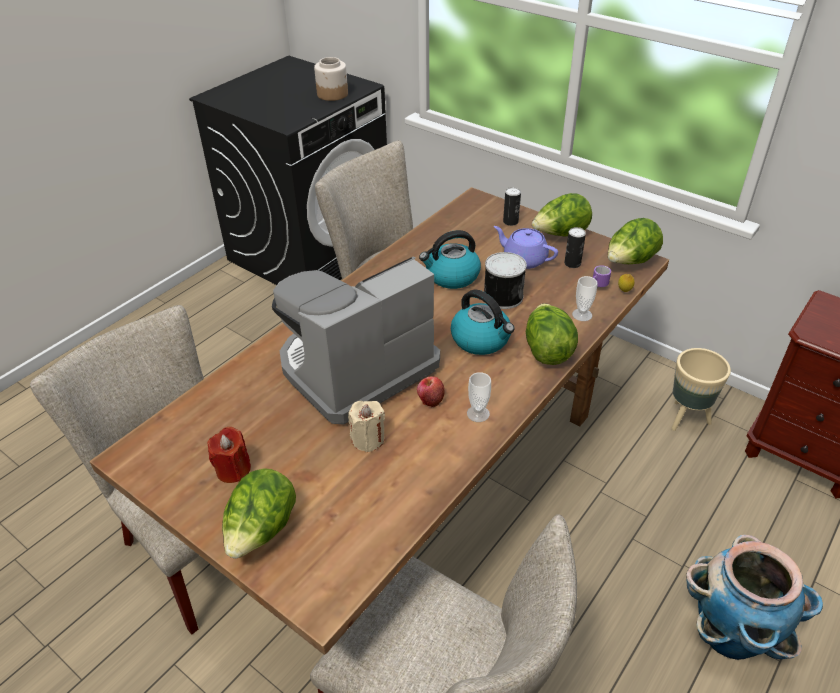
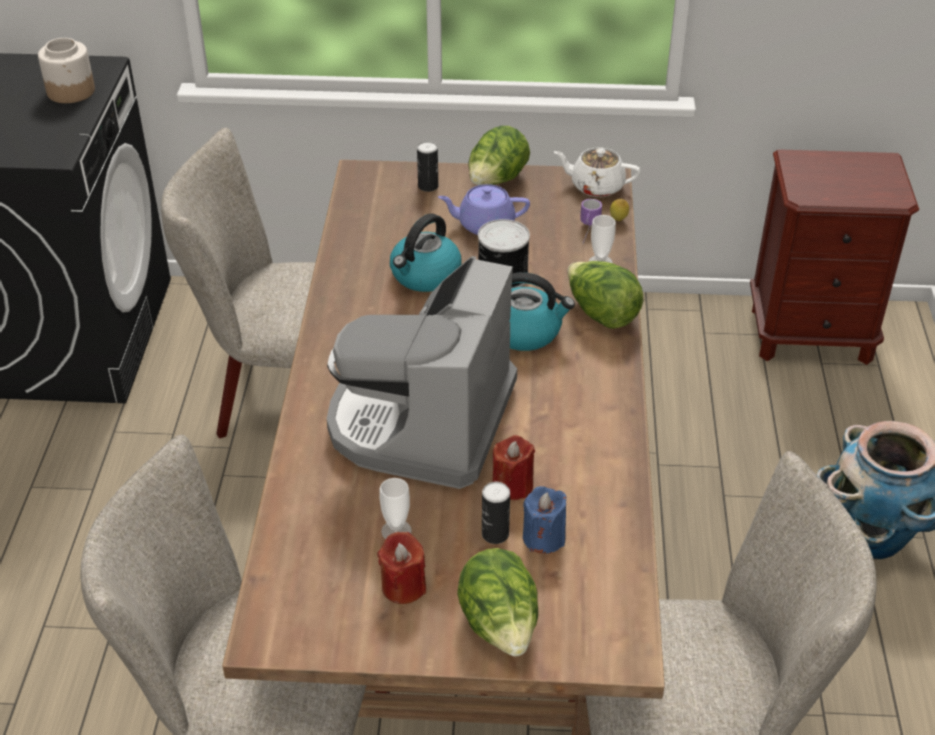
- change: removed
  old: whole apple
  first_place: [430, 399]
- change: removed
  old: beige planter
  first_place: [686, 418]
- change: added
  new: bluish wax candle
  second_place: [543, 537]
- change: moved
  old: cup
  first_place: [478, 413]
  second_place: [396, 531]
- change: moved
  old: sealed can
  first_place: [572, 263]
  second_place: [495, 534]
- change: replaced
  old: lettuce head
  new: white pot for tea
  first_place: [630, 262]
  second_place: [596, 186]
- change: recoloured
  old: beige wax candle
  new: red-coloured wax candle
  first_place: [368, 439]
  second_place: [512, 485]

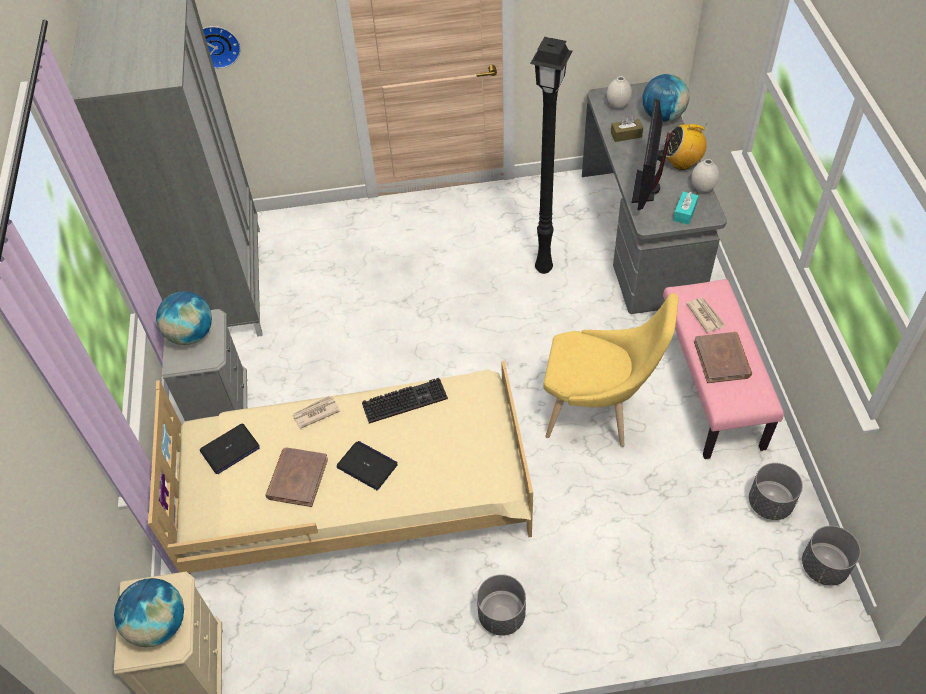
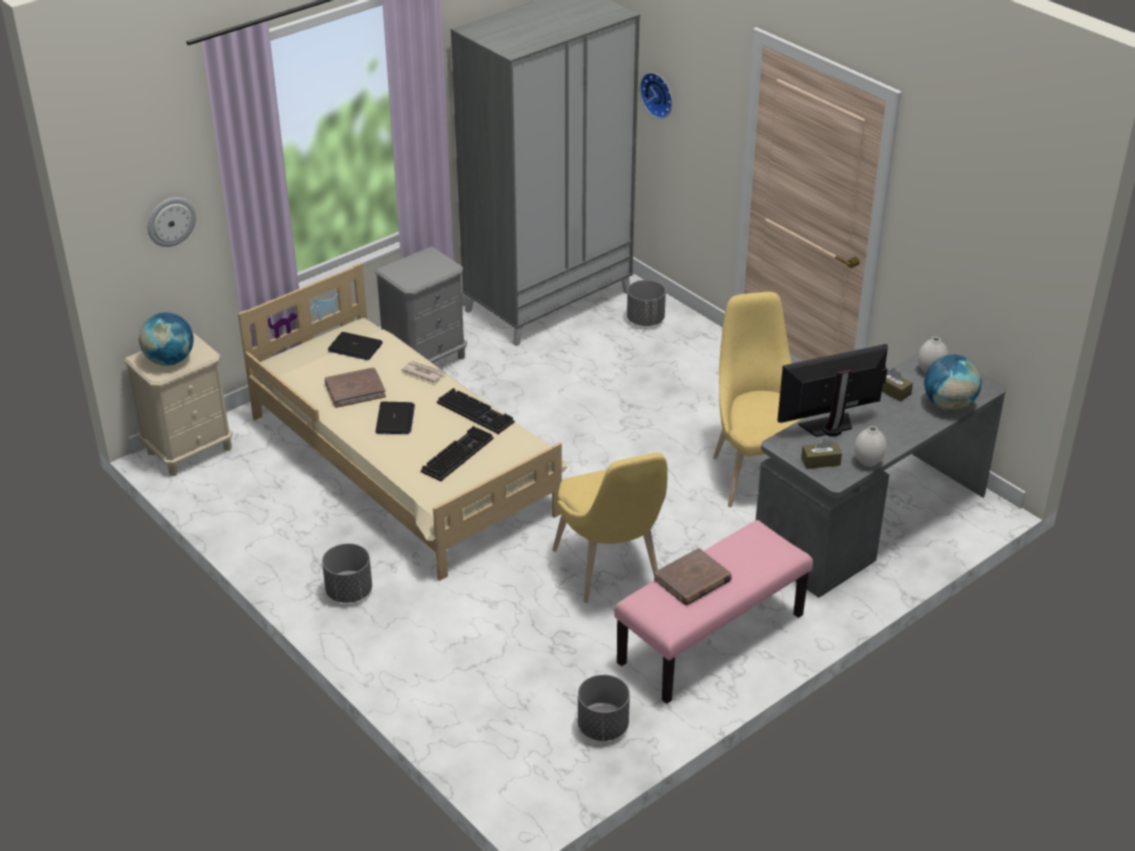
- change: removed
  old: globe
  first_place: [191, 334]
- change: removed
  old: radio receiver
  first_place: [682, 163]
- change: removed
  old: daily paper
  first_place: [705, 315]
- change: added
  new: clock on the wall
  second_place: [170, 221]
- change: added
  new: computer keyboard
  second_place: [457, 454]
- change: moved
  old: greyish planter
  first_place: [823, 566]
  second_place: [645, 320]
- change: replaced
  old: black-coloured floor lamp
  new: yellow chair
  first_place: [543, 267]
  second_place: [757, 472]
- change: recoloured
  old: turquoise tissue holder
  new: brownish tissue holder
  first_place: [684, 212]
  second_place: [820, 461]

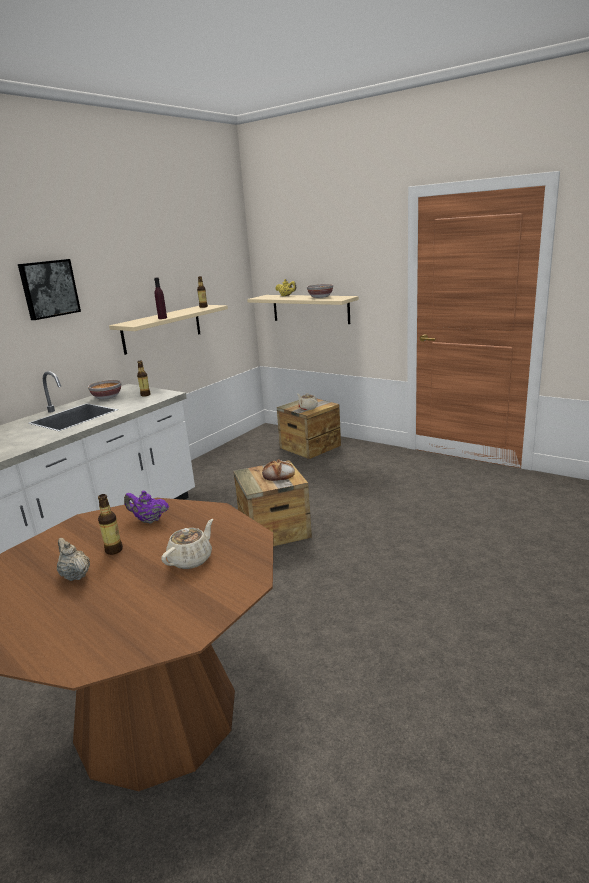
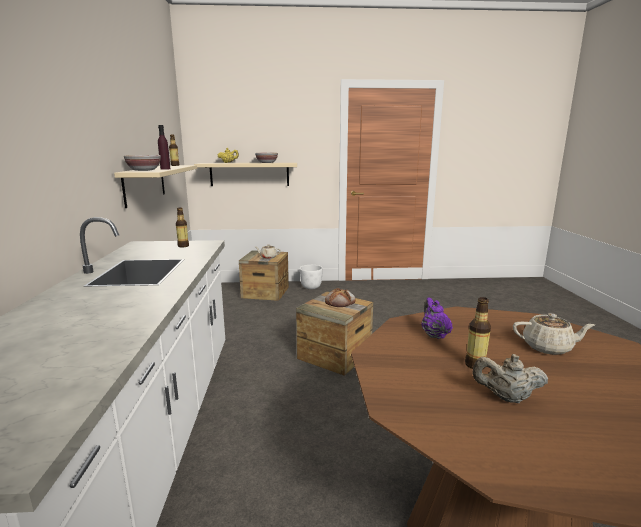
- change: removed
  old: wall art
  first_place: [48, 289]
- change: added
  new: white planter
  second_place: [311, 287]
- change: moved
  old: deep dish
  first_place: [107, 397]
  second_place: [144, 170]
- change: turned
  old: purplish pot for tea
  first_place: [148, 520]
  second_place: [434, 334]
  degrees: 105
- change: turned
  old: beige pot for tea
  first_place: [191, 559]
  second_place: [548, 347]
  degrees: 105

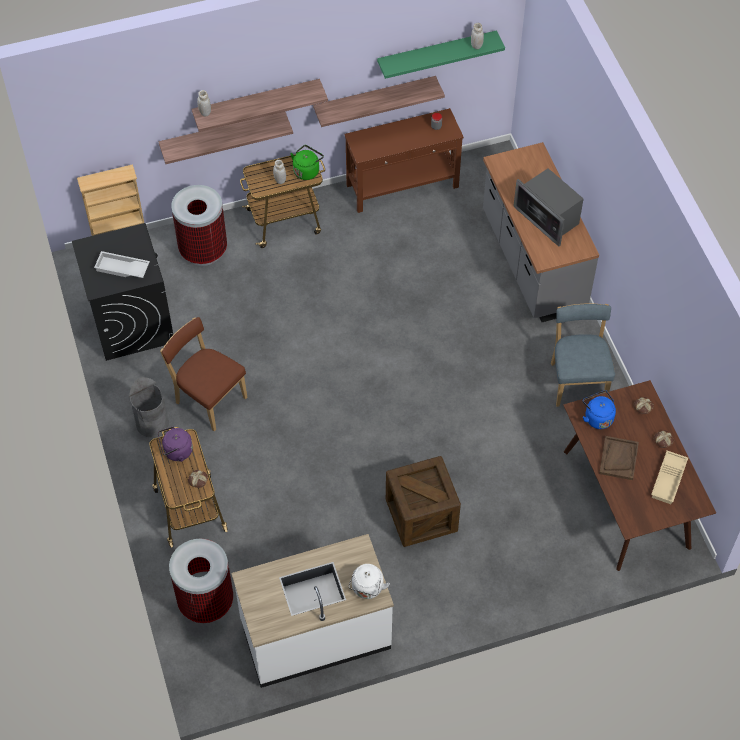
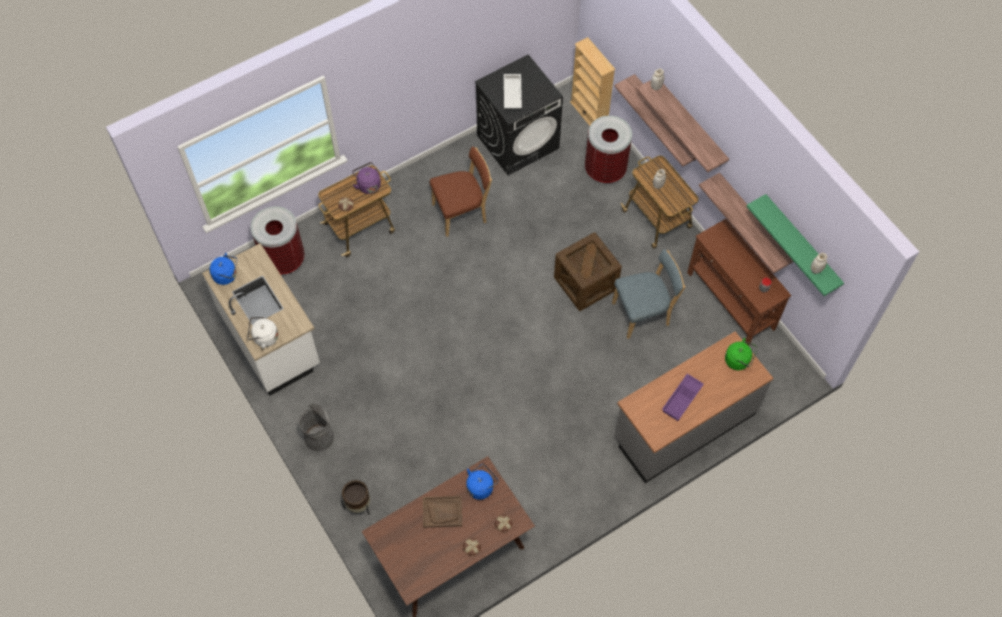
- change: removed
  old: beige tray
  first_place: [669, 480]
- change: added
  new: bluish tea kettle
  second_place: [227, 275]
- change: added
  new: brownish planter
  second_place: [358, 505]
- change: moved
  old: greyish trash can
  first_place: [152, 423]
  second_place: [319, 437]
- change: moved
  old: greenish tea kettle
  first_place: [307, 170]
  second_place: [738, 361]
- change: moved
  old: packing crate
  first_place: [421, 515]
  second_place: [585, 283]
- change: moved
  old: bluish chair
  first_place: [577, 380]
  second_place: [643, 313]
- change: replaced
  old: microwave
  new: purplish tray
  first_place: [548, 217]
  second_place: [682, 399]
- change: turned
  old: brownish chair
  first_place: [208, 398]
  second_place: [462, 213]
  degrees: 45

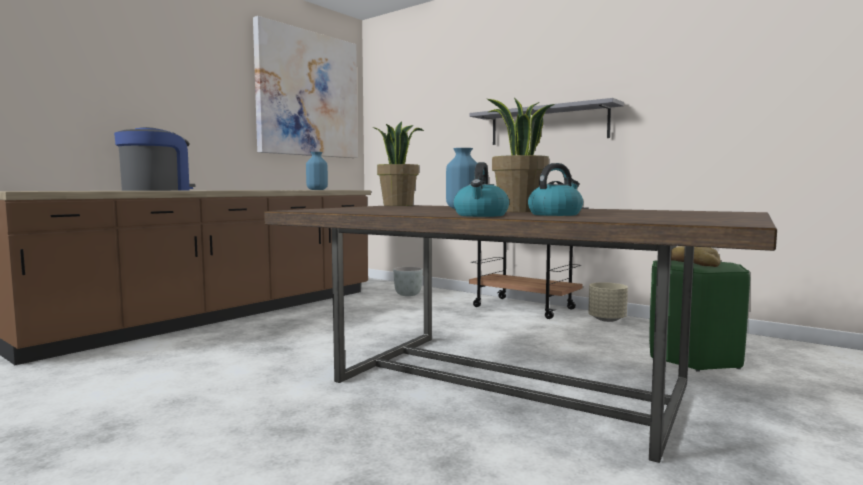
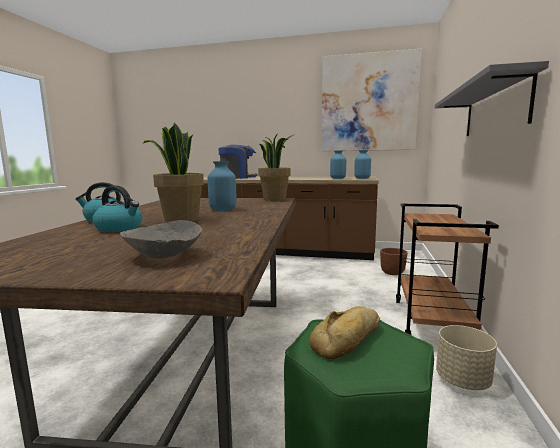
- change: added
  new: greyish deep dish
  second_place: [165, 256]
- change: added
  new: bluish vase
  second_place: [362, 178]
- change: recoloured
  old: greyish planter
  new: brownish planter
  first_place: [408, 294]
  second_place: [392, 273]

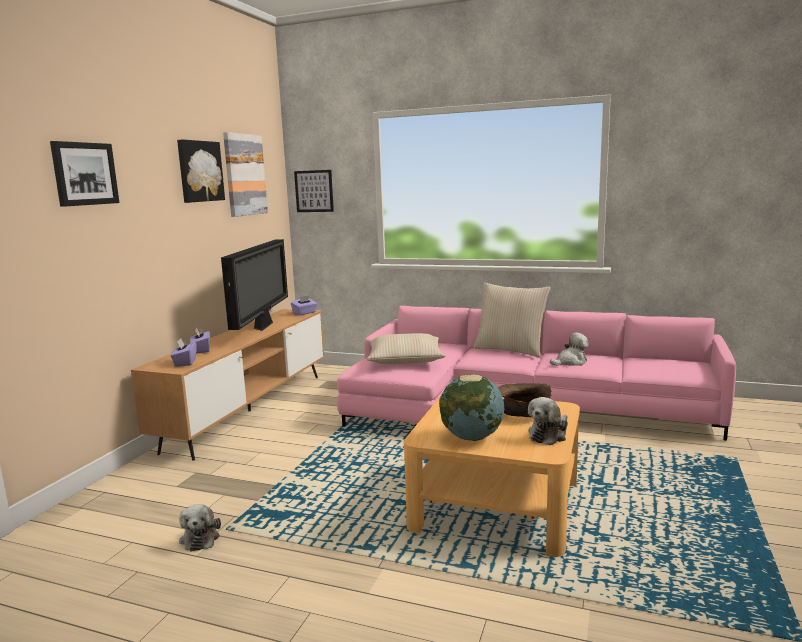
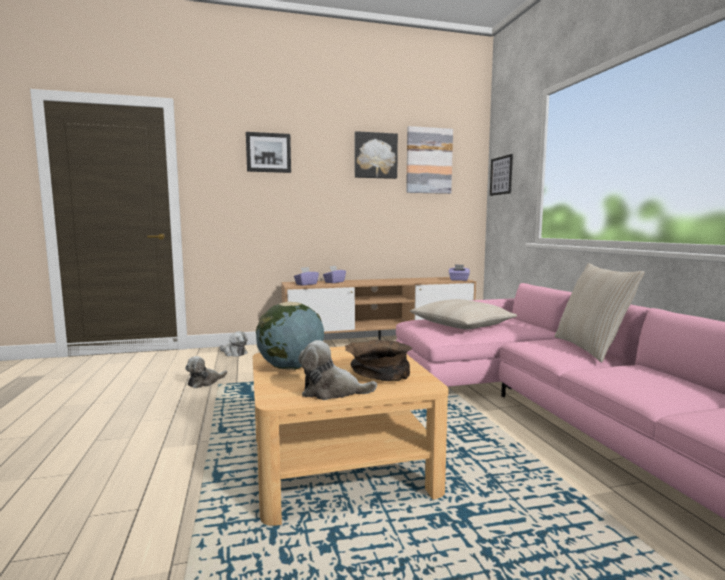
- change: removed
  old: TV
  first_place: [264, 326]
- change: moved
  old: plush toy
  first_place: [570, 362]
  second_place: [234, 353]

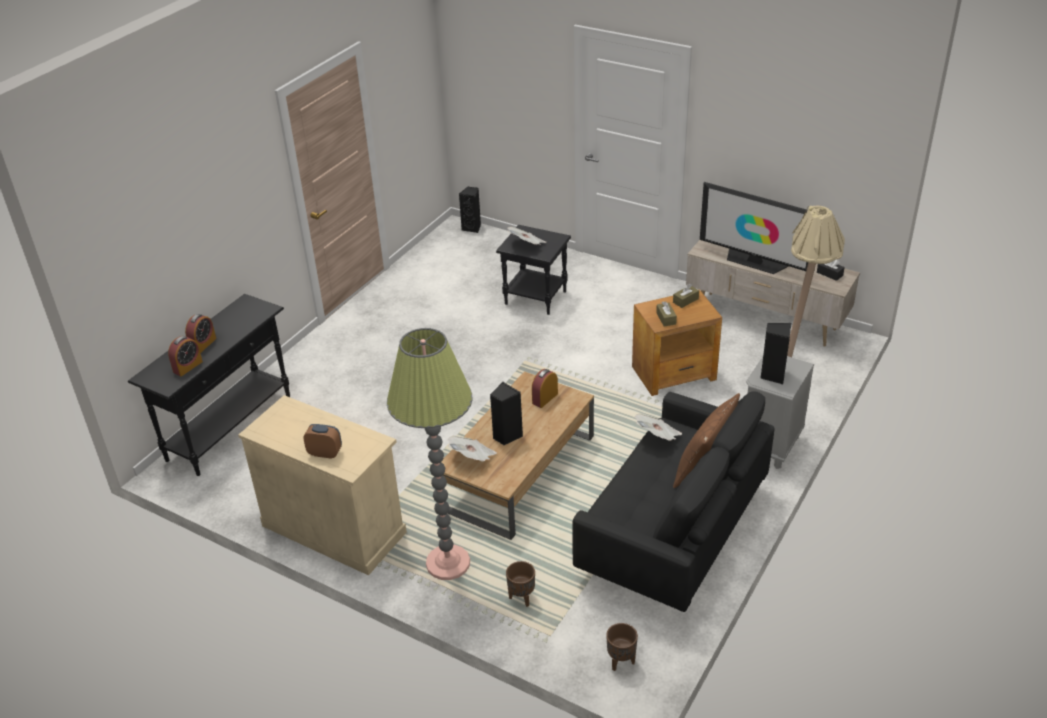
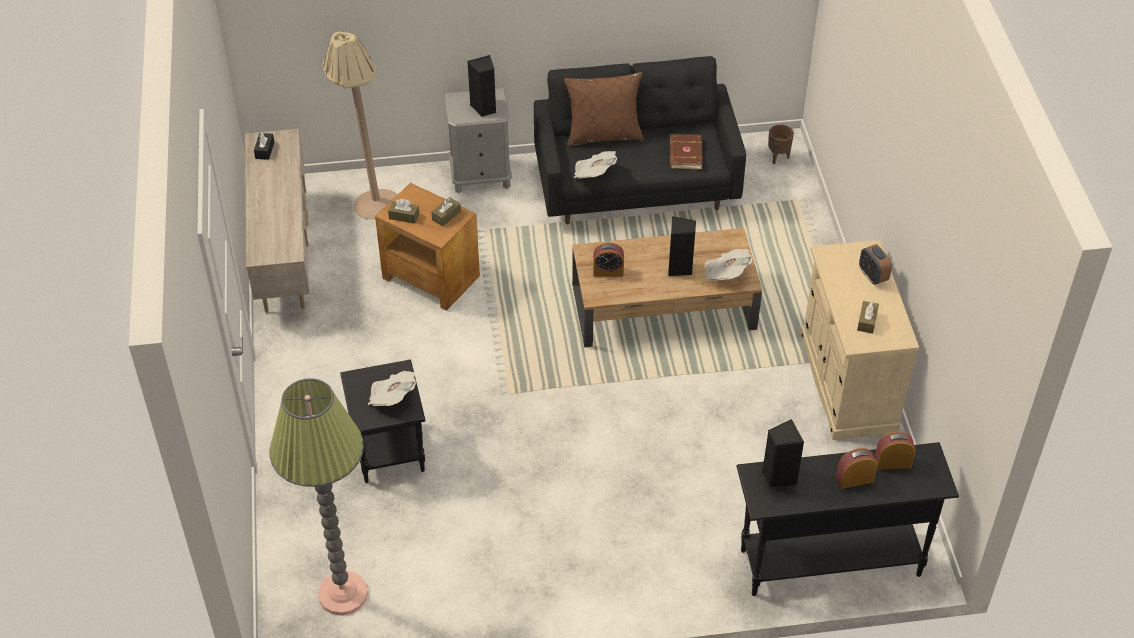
- change: removed
  old: brownish planter
  first_place: [522, 598]
- change: removed
  old: TV
  first_place: [754, 262]
- change: added
  new: brownish book
  second_place: [684, 154]
- change: added
  new: brownish tissue holder
  second_place: [867, 321]
- change: moved
  old: floor lamp
  first_place: [448, 563]
  second_place: [343, 594]
- change: moved
  old: black-coloured loudspeaker
  first_place: [472, 228]
  second_place: [778, 477]

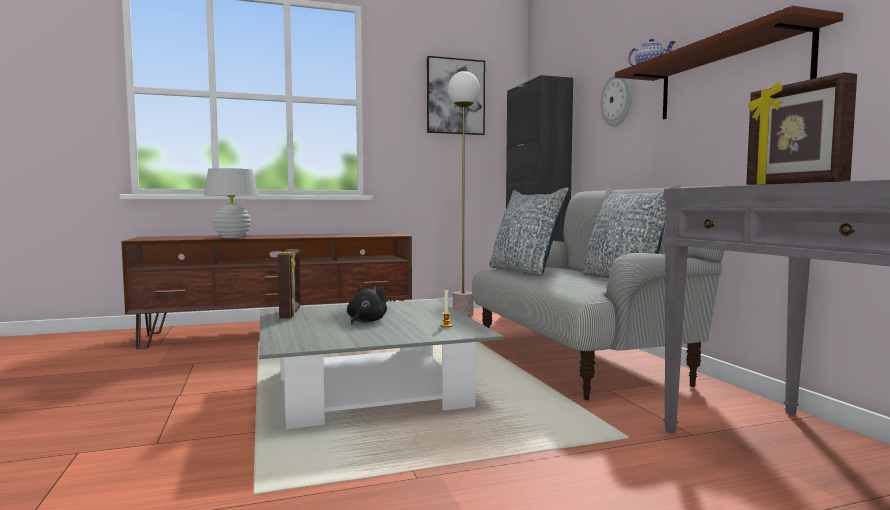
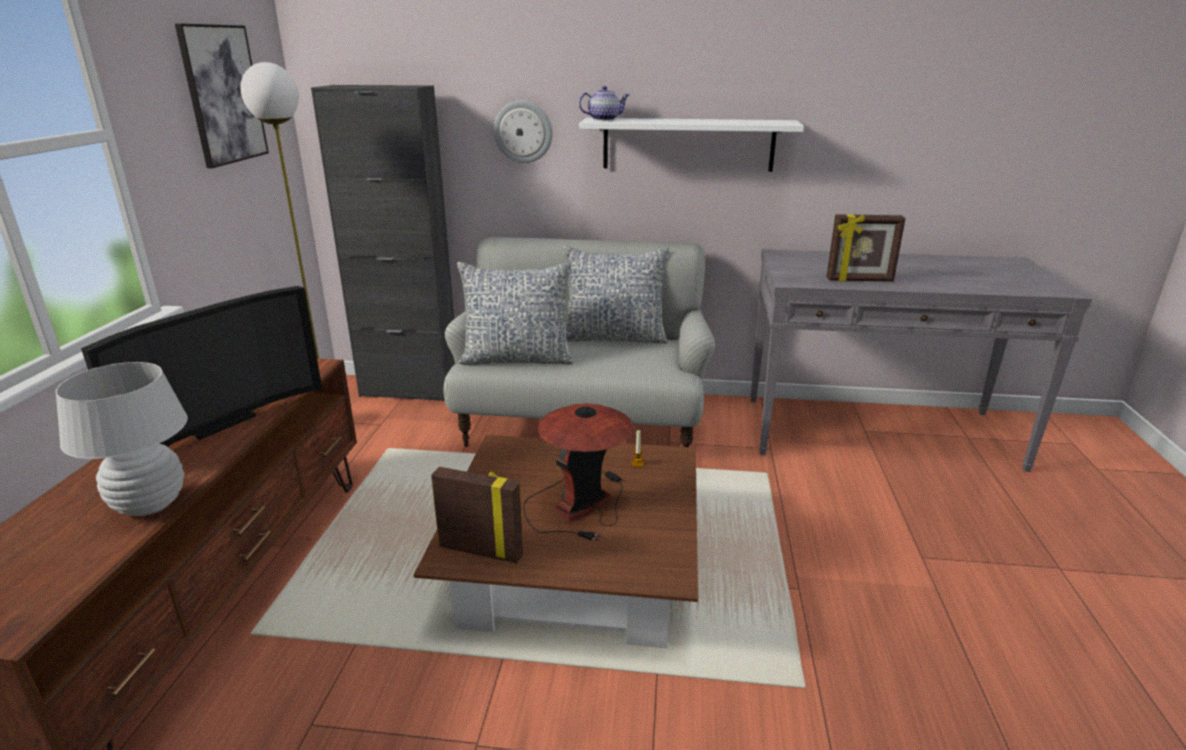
- change: added
  new: TV
  second_place: [218, 423]
- change: replaced
  old: black-coloured plush toy
  new: lamp for a table
  first_place: [365, 321]
  second_place: [580, 504]
- change: recoloured
  old: greyish lounge table
  new: brownish lounge table
  first_place: [369, 389]
  second_place: [576, 567]
- change: recoloured
  old: brownish shelf
  new: white shelf
  first_place: [729, 78]
  second_place: [688, 144]

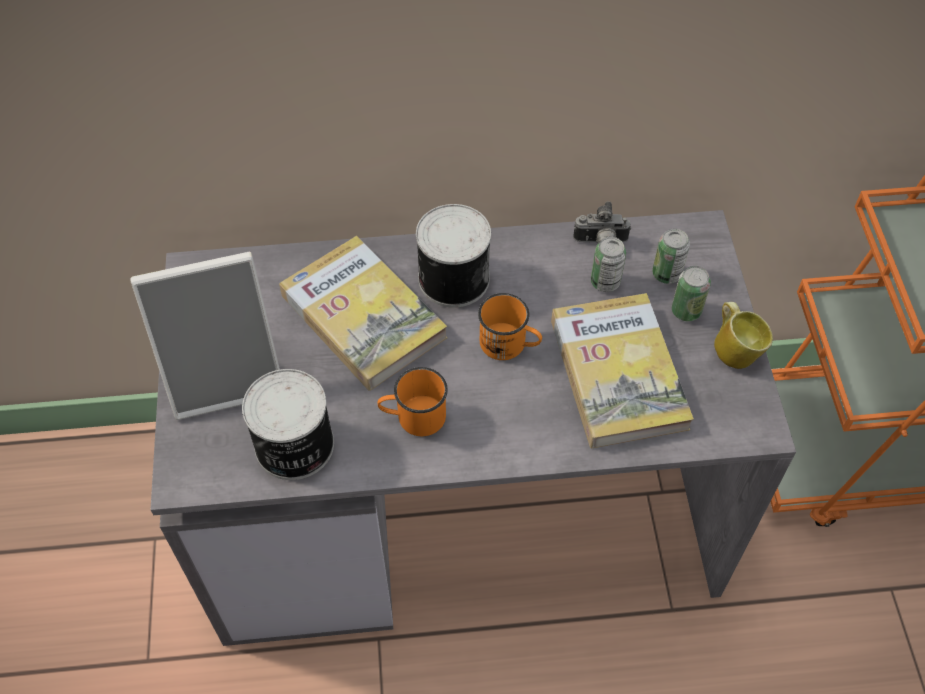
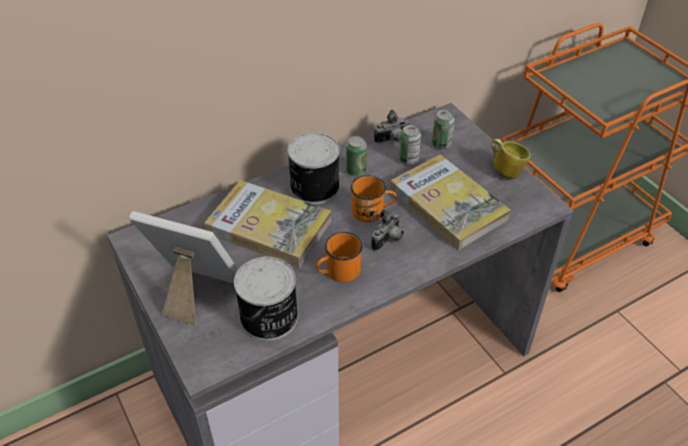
- change: added
  new: photo camera
  second_place: [388, 240]
- change: moved
  old: sealed can
  first_place: [686, 311]
  second_place: [356, 170]
- change: turned
  old: picture frame
  first_place: [226, 375]
  second_place: [195, 292]
  degrees: -120

